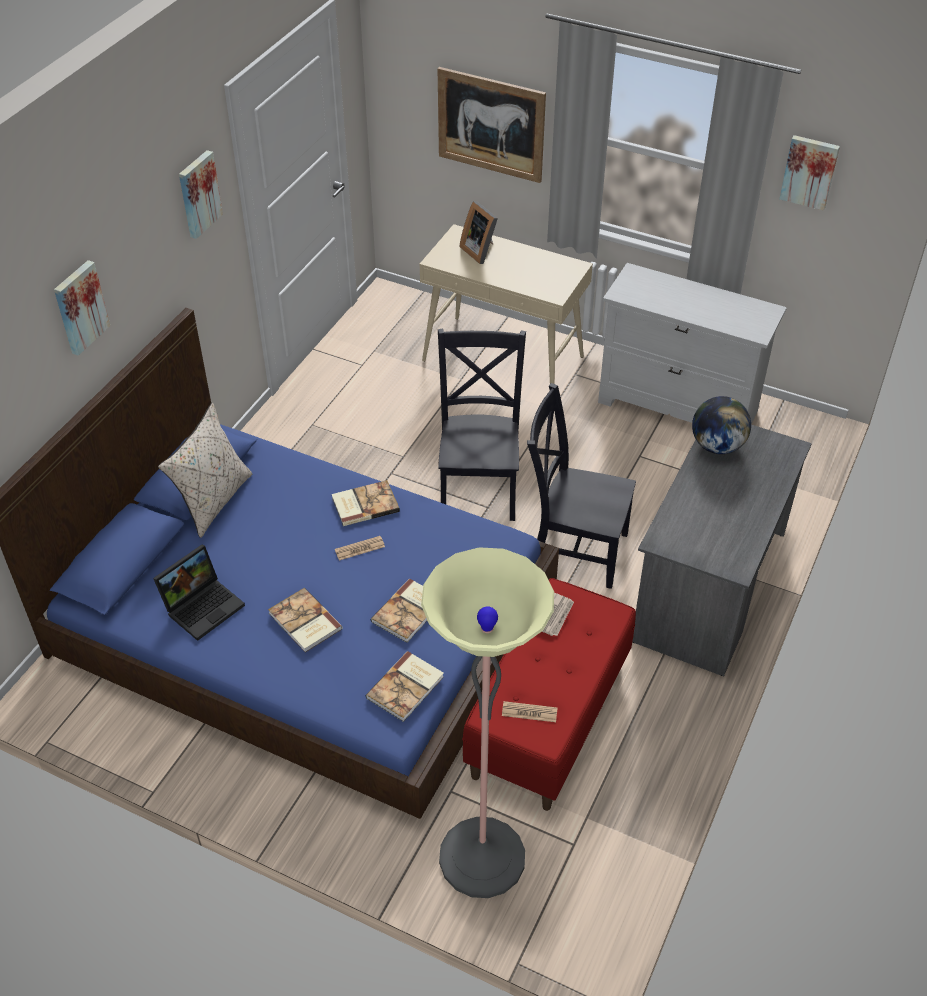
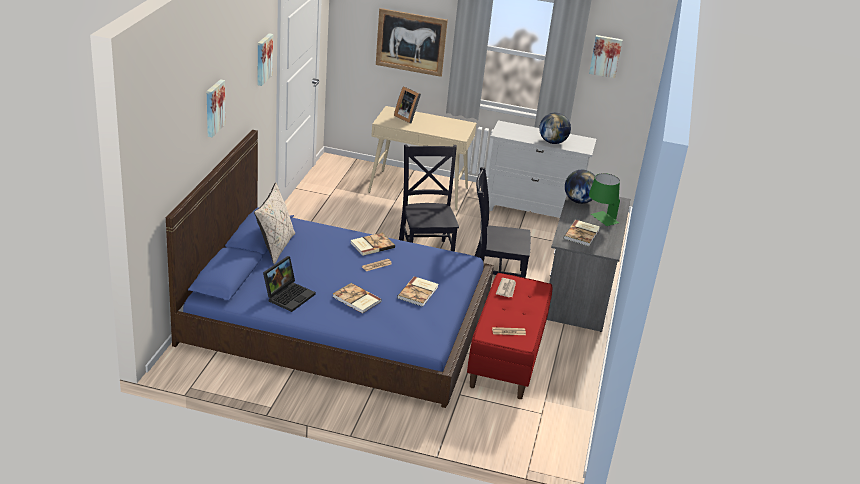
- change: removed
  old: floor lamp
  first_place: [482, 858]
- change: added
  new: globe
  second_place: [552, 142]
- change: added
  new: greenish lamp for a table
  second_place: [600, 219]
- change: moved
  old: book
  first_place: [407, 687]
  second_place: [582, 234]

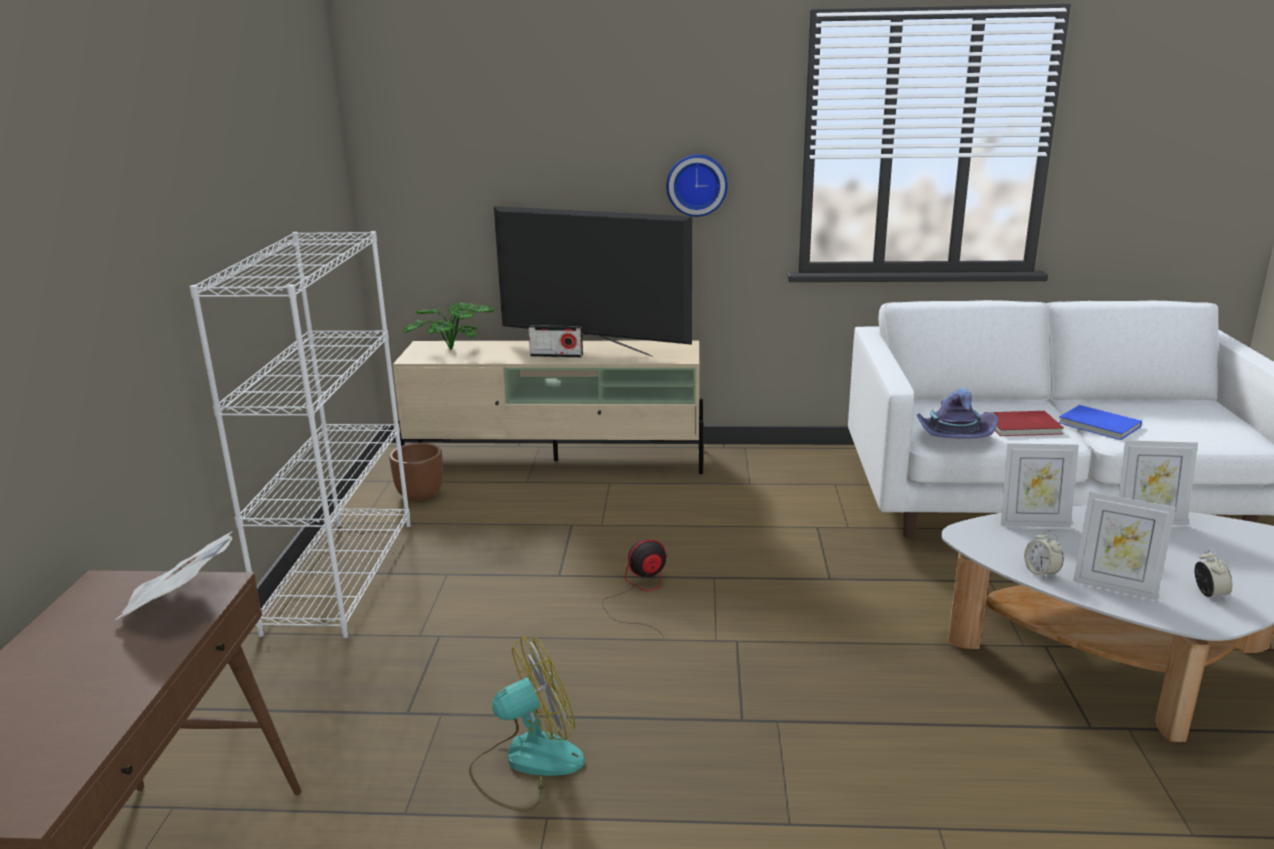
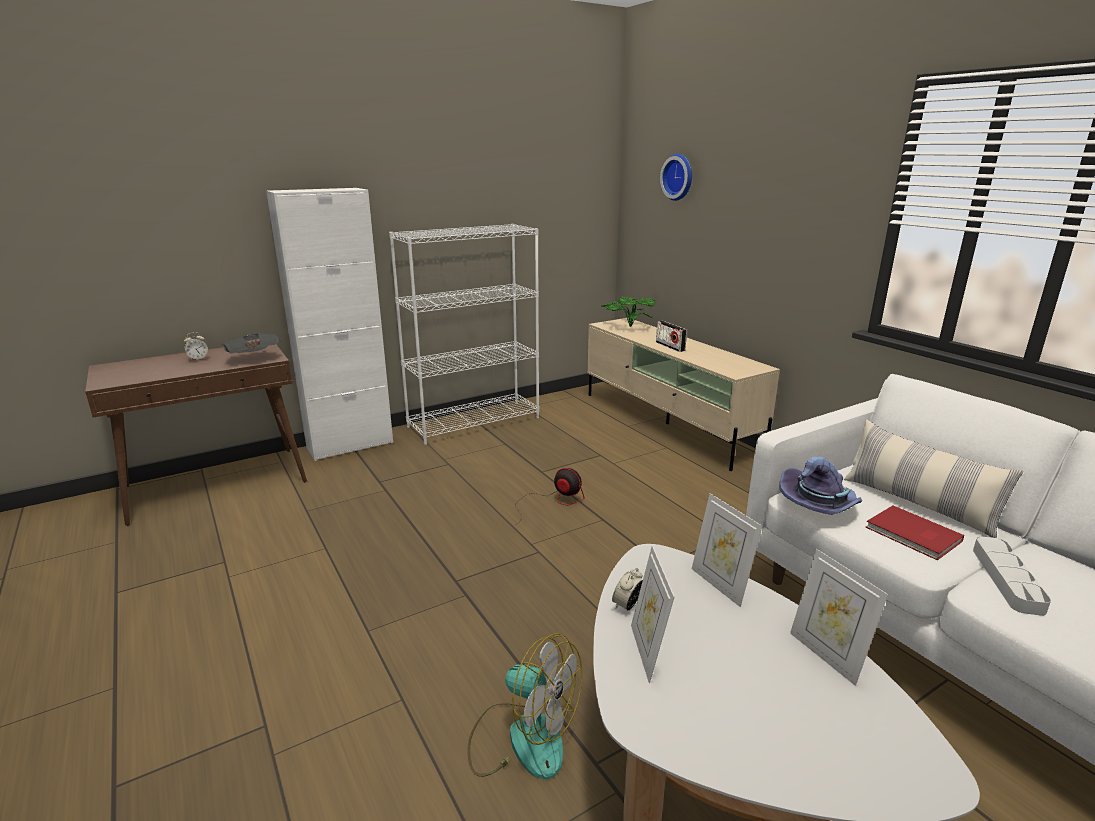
- change: removed
  old: brownish planter
  first_place: [420, 495]
- change: removed
  old: TV
  first_place: [595, 350]
- change: added
  new: white storage cabinet
  second_place: [350, 445]
- change: added
  new: cushion
  second_place: [918, 504]
- change: moved
  old: cooling fan
  first_place: [526, 763]
  second_place: [522, 737]
- change: moved
  old: clock on the wall
  first_place: [696, 184]
  second_place: [679, 177]
- change: moved
  old: table clock
  first_place: [1209, 594]
  second_place: [198, 359]
- change: replaced
  old: bluish book
  new: greyish tray
  first_place: [1099, 425]
  second_place: [1007, 579]

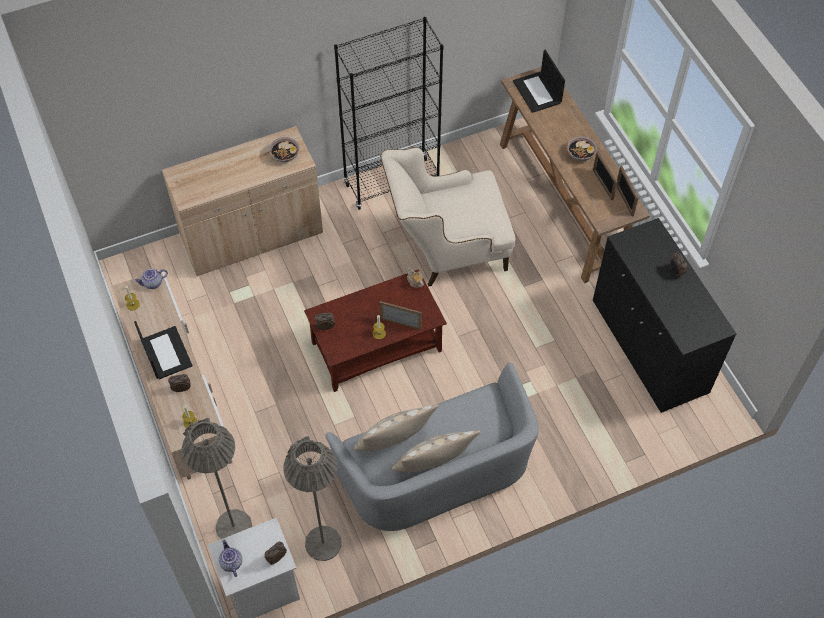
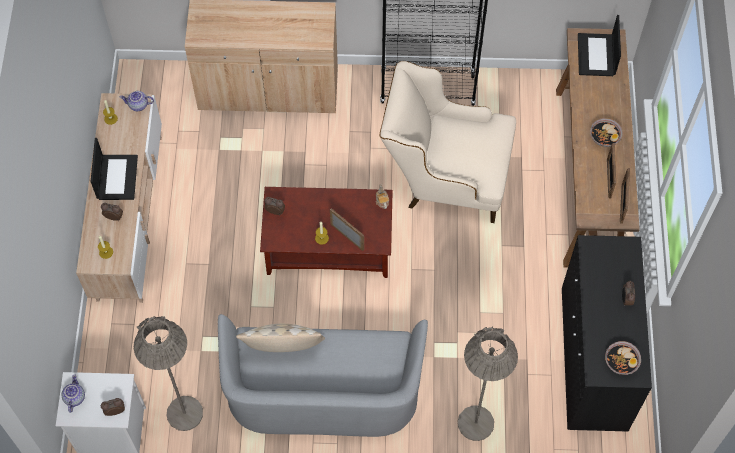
- change: removed
  old: beige cushion
  first_place: [434, 464]
- change: moved
  old: greyish floor lamp
  first_place: [234, 526]
  second_place: [475, 423]
- change: moved
  old: deep dish
  first_place: [285, 155]
  second_place: [621, 362]

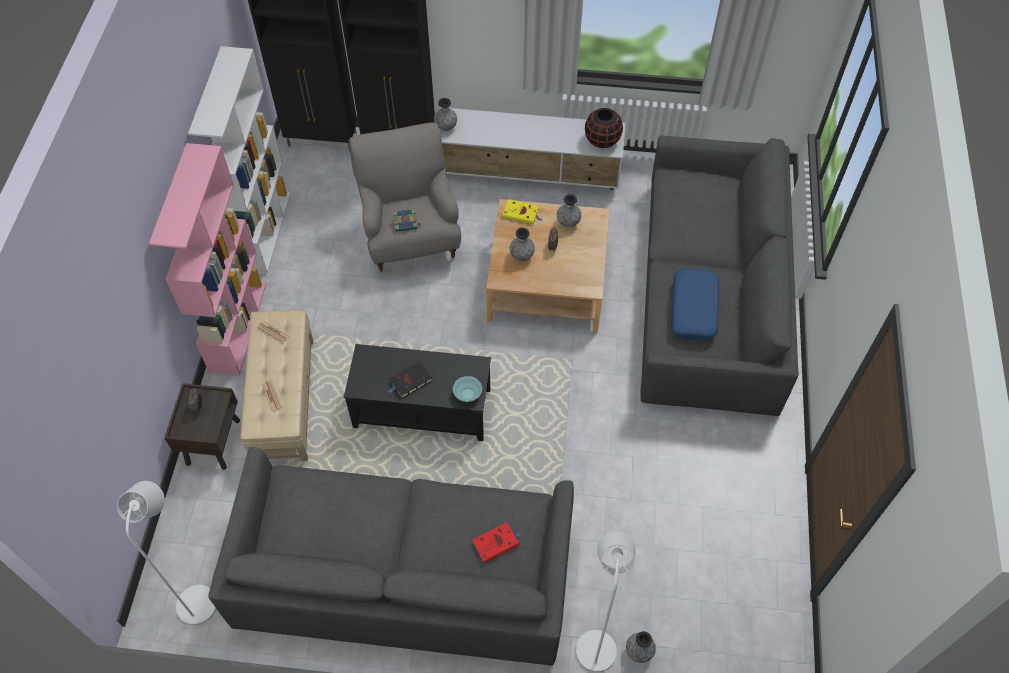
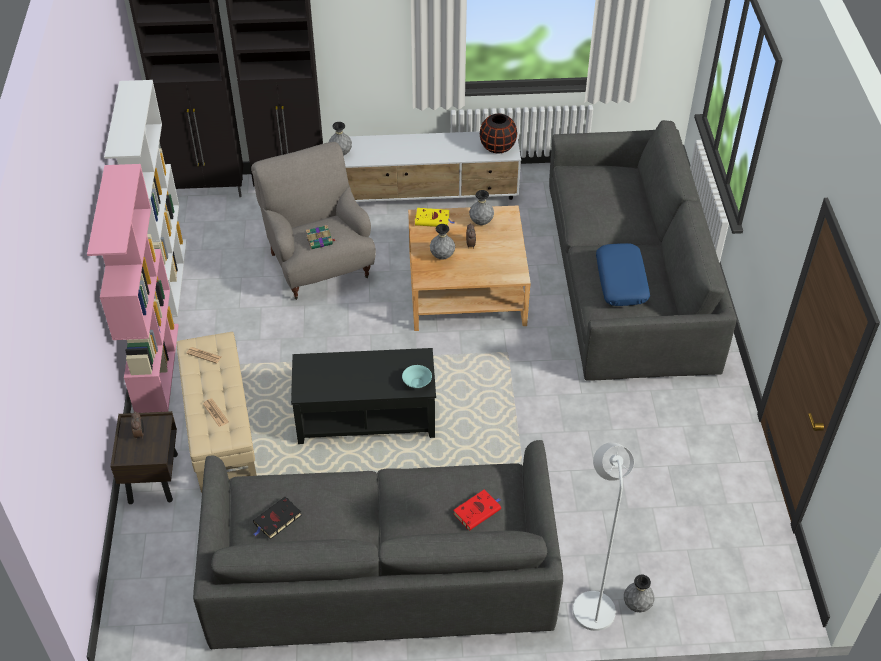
- change: removed
  old: white floor lamp
  first_place: [199, 597]
- change: moved
  old: black-coloured book
  first_place: [410, 382]
  second_place: [276, 520]

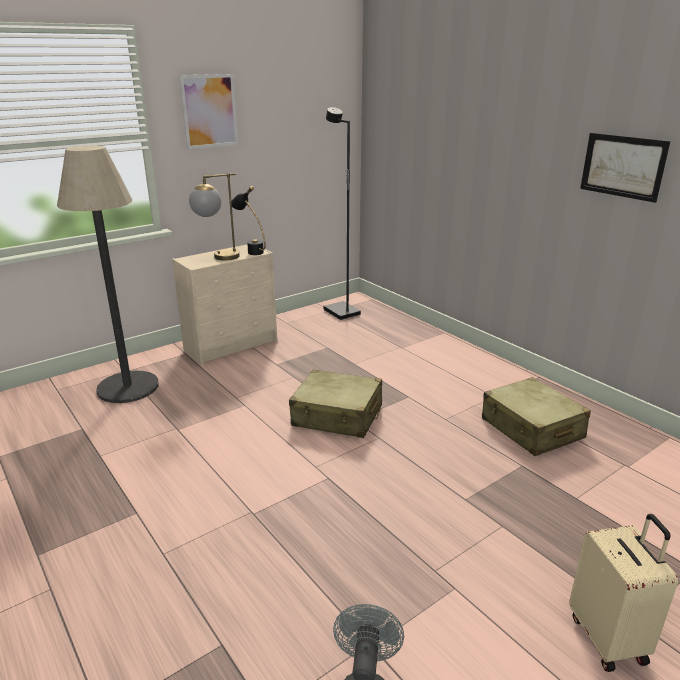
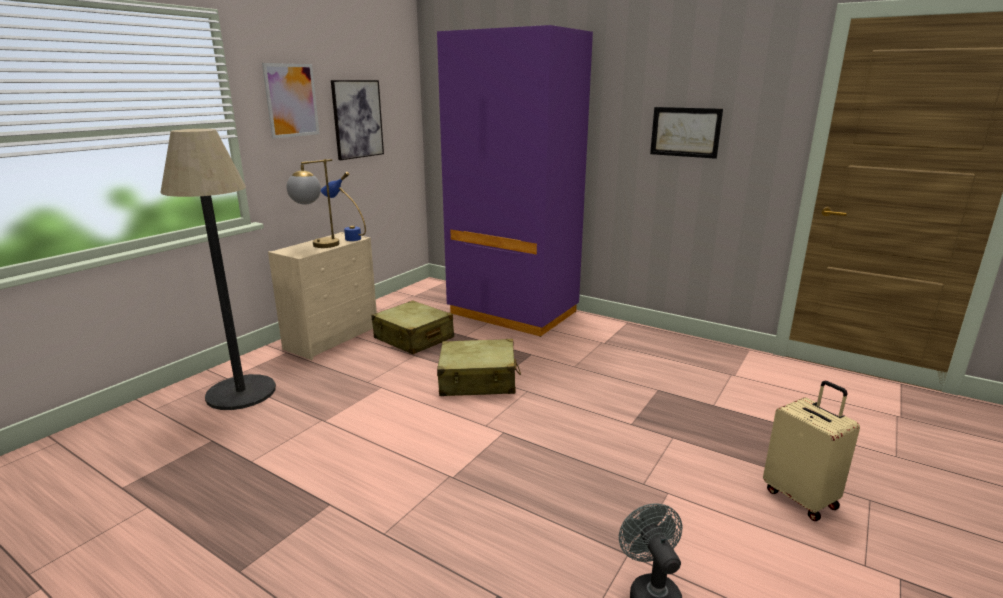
- change: removed
  old: black-coloured floor lamp
  first_place: [340, 312]
- change: added
  new: wall art
  second_place: [357, 119]
- change: added
  new: purplish clothes cupboard
  second_place: [513, 313]
- change: moved
  old: beige piece of luggage
  first_place: [531, 429]
  second_place: [413, 338]
- change: recoloured
  old: black-coloured lamp for a table
  new: bluish lamp for a table
  first_place: [251, 251]
  second_place: [347, 238]

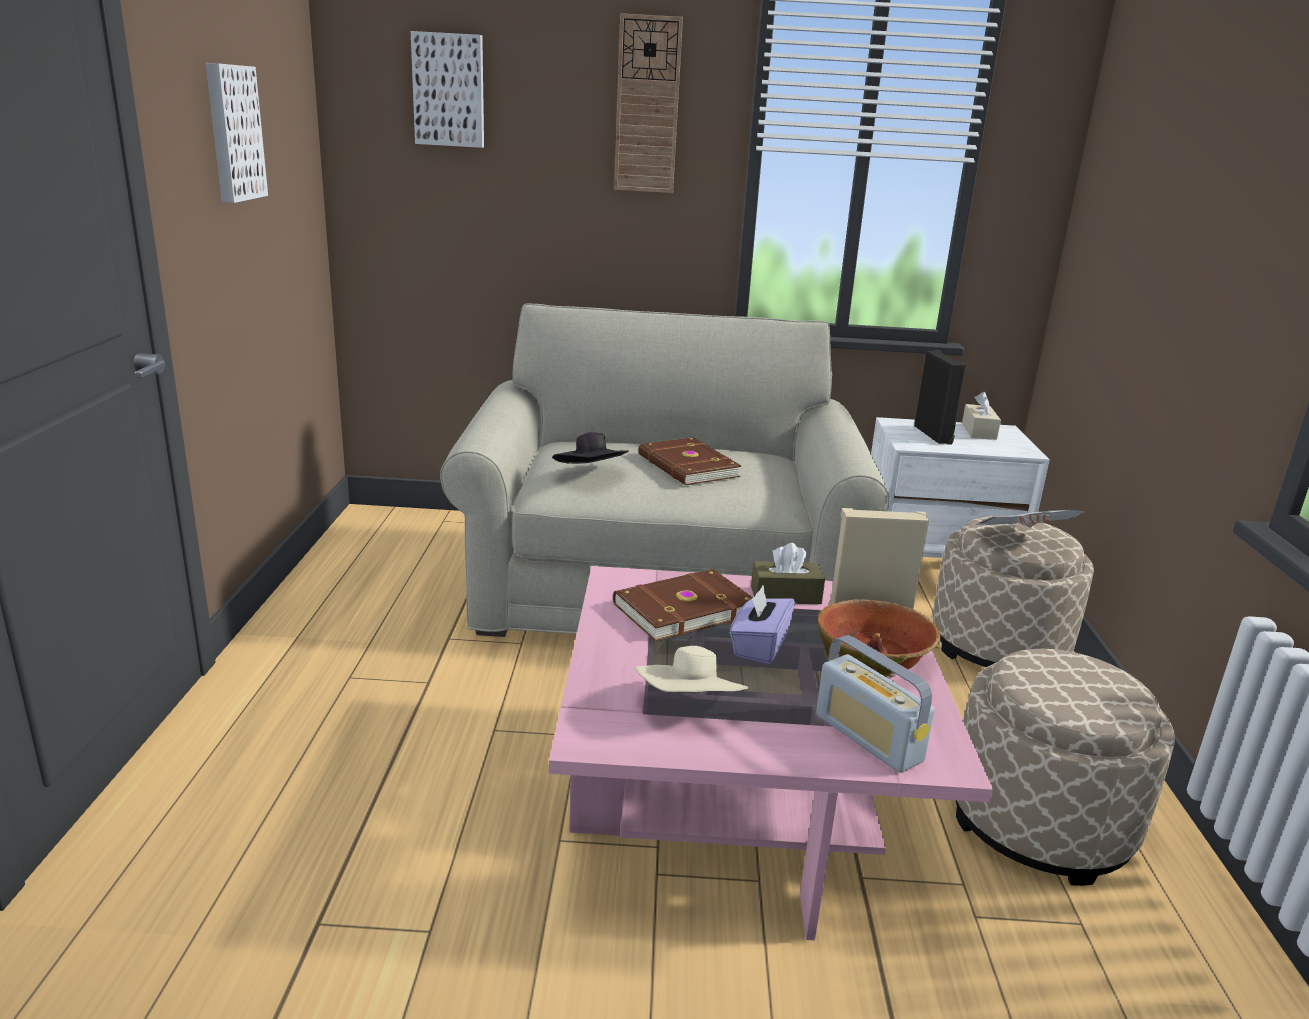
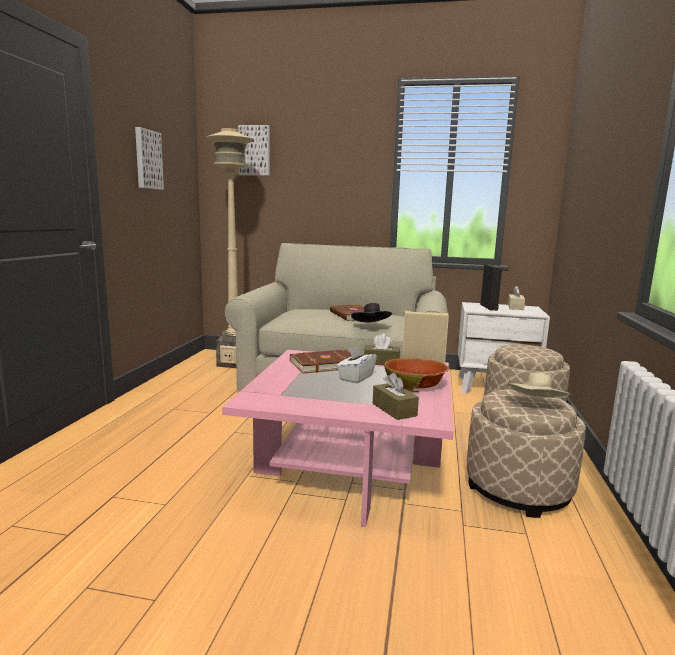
- change: removed
  old: clock on the wall
  first_place: [647, 106]
- change: removed
  old: daily paper
  first_place: [1022, 542]
- change: added
  new: beige floor lamp
  second_place: [234, 363]
- change: moved
  old: black-coloured clothing hat
  first_place: [591, 474]
  second_place: [371, 326]
- change: moved
  old: beige clothing hat
  first_place: [690, 706]
  second_place: [536, 405]
- change: replaced
  old: radio receiver
  new: brownish tissue holder
  first_place: [868, 738]
  second_place: [394, 409]
- change: recoloured
  old: purplish tissue holder
  new: white tissue holder
  first_place: [759, 646]
  second_place: [356, 377]

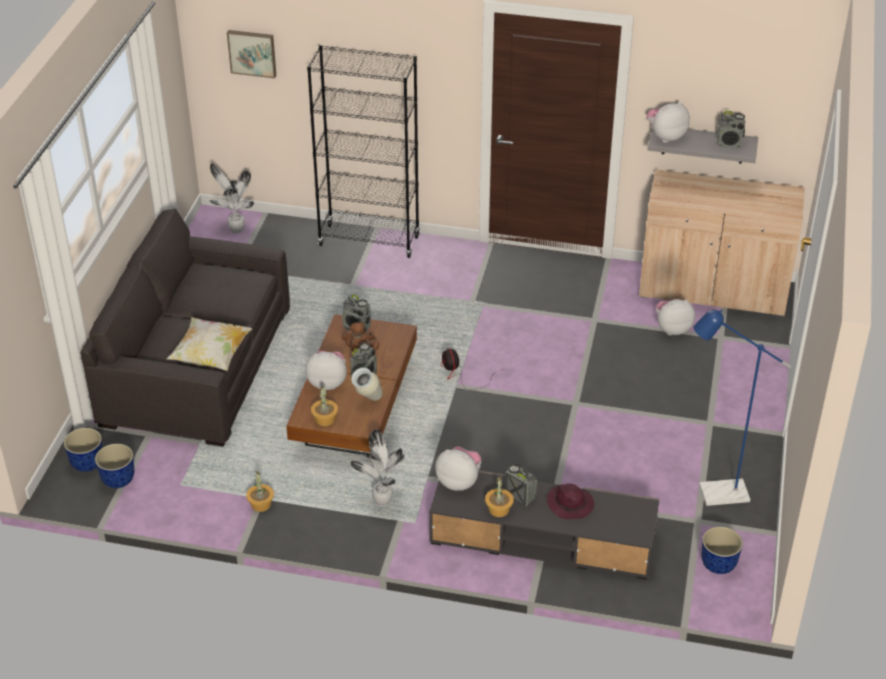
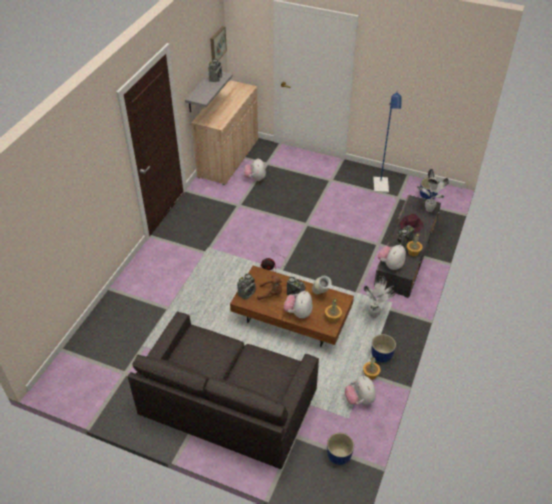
- change: removed
  old: cushion
  first_place: [211, 356]
- change: removed
  old: black-coloured bookshelf
  first_place: [369, 241]
- change: moved
  old: planter
  first_place: [86, 464]
  second_place: [381, 356]
- change: moved
  old: plant in a pot
  first_place: [235, 229]
  second_place: [429, 209]
- change: moved
  old: wall art
  first_place: [252, 52]
  second_place: [217, 44]
- change: moved
  old: plush toy
  first_place: [665, 137]
  second_place: [359, 399]

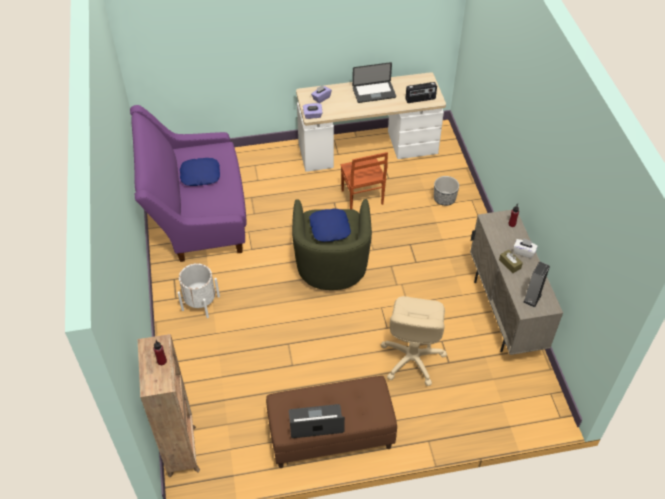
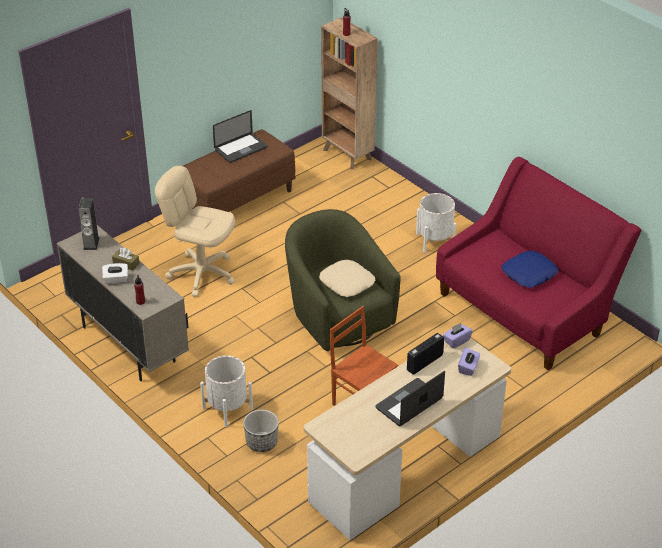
- change: added
  new: white planter
  second_place: [227, 408]
- change: moved
  old: radio receiver
  first_place: [420, 99]
  second_place: [424, 362]
- change: recoloured
  old: purplish couch
  new: red-coloured couch
  first_place: [197, 214]
  second_place: [526, 309]
- change: recoloured
  old: bluish cushion
  new: beige cushion
  first_place: [329, 228]
  second_place: [347, 283]
- change: turned
  old: beige office chair
  first_place: [412, 359]
  second_place: [202, 273]
  degrees: -45

